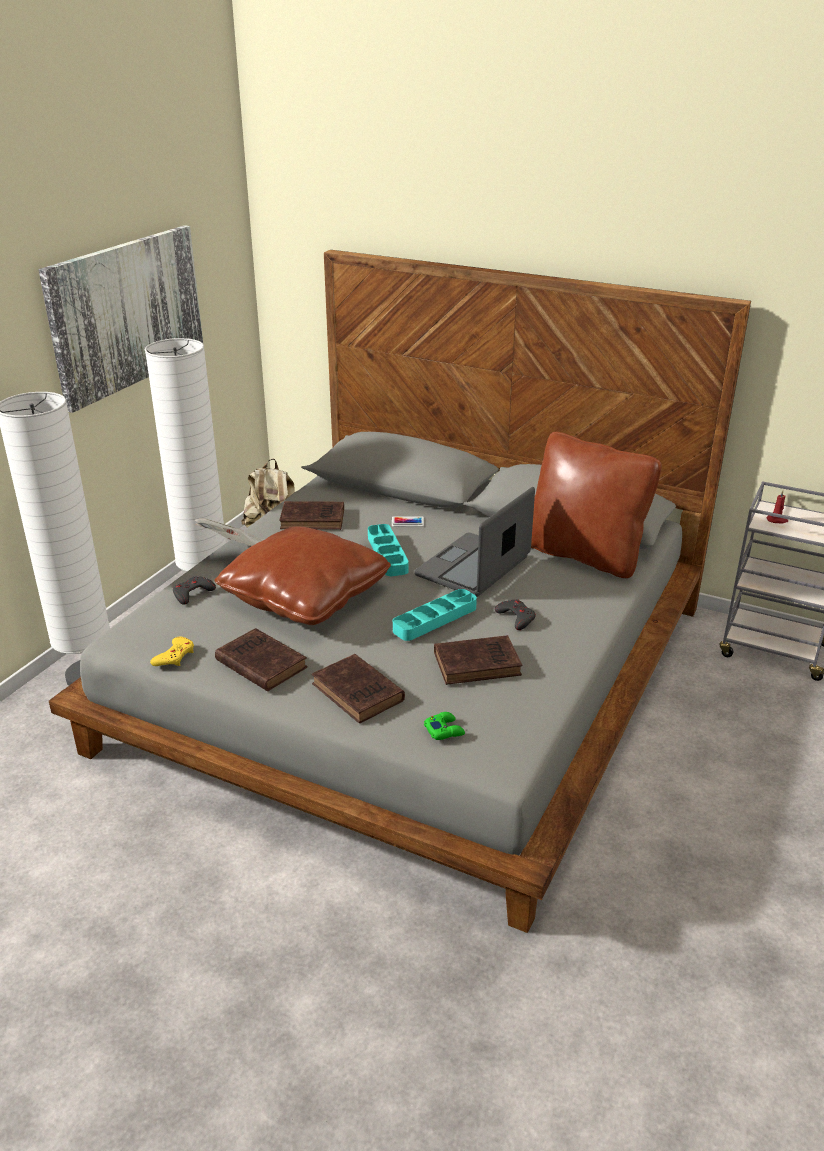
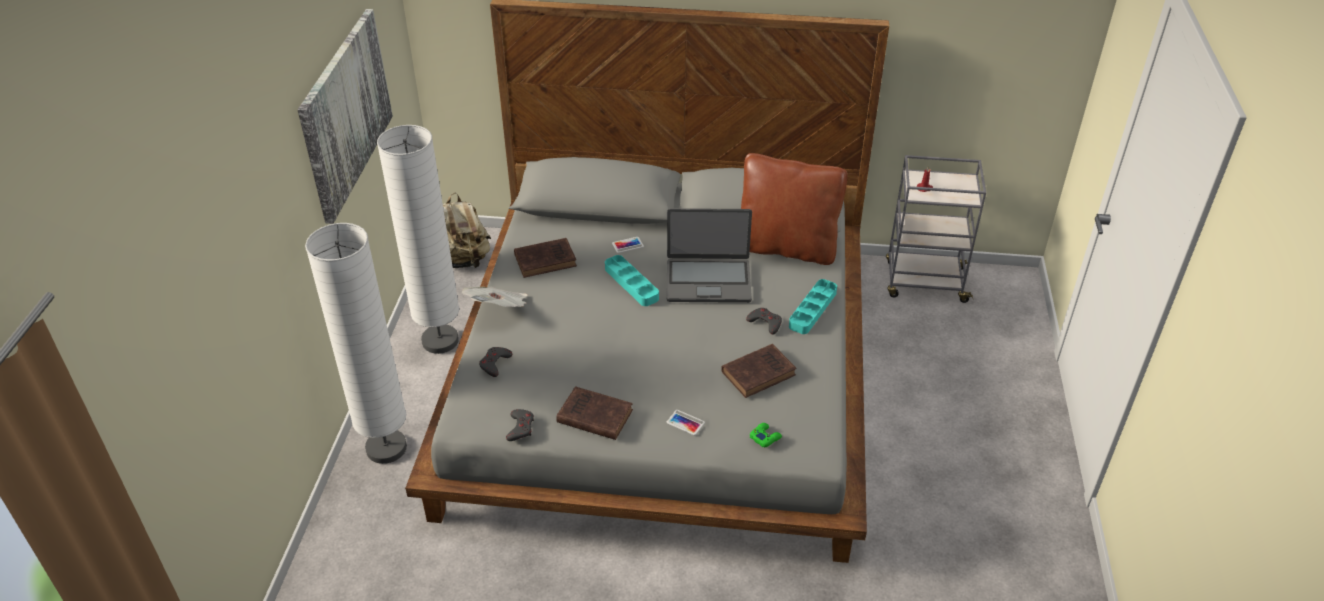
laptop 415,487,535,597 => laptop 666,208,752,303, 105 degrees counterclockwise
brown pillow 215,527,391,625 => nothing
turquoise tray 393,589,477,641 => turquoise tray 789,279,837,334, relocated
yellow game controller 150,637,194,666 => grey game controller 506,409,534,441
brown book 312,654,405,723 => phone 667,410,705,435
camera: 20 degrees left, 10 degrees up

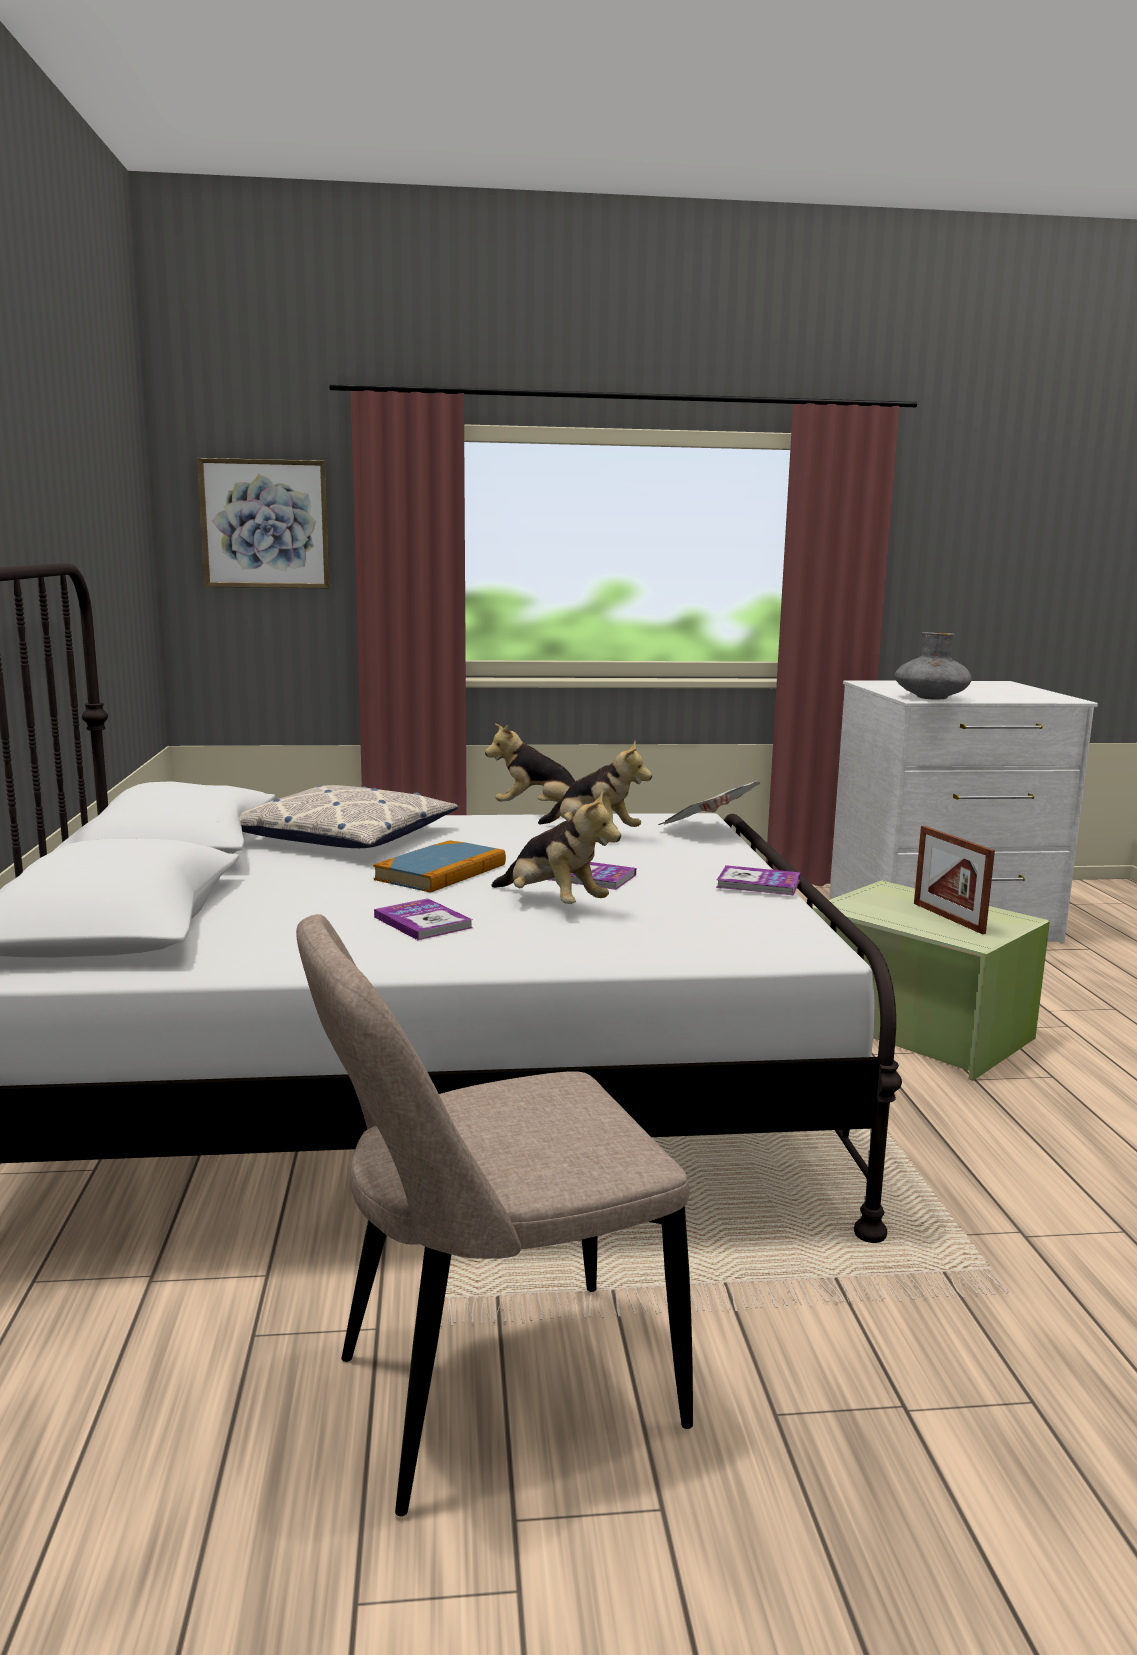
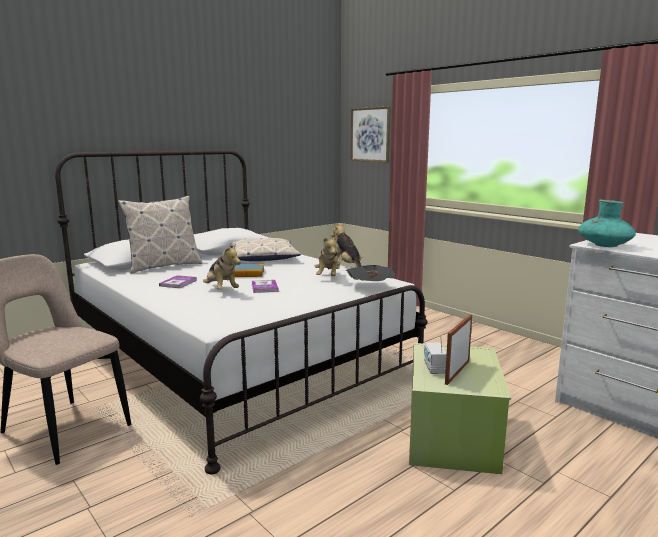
grey vase 895,632,972,699 => turquoise vase 578,200,636,247
plush toy 491,790,621,904 => plush toy 203,244,241,290, 45 degrees counterclockwise
book 716,865,800,895 => nothing
nothing => pillow 118,196,202,274
nothing => radio 424,335,447,374
camera: 55 degrees right, 0 degrees up

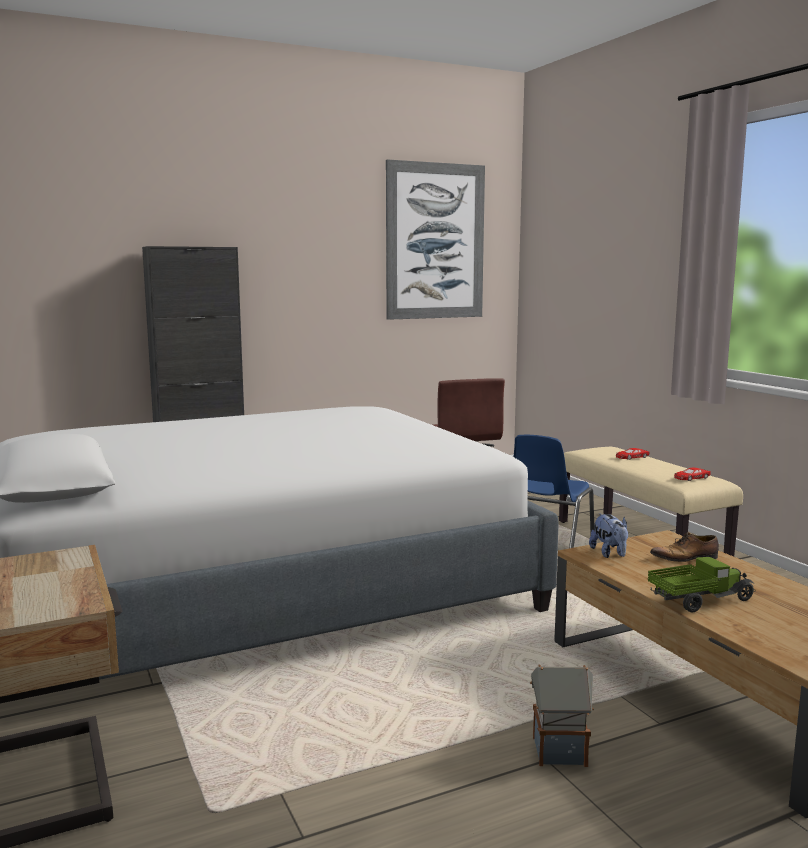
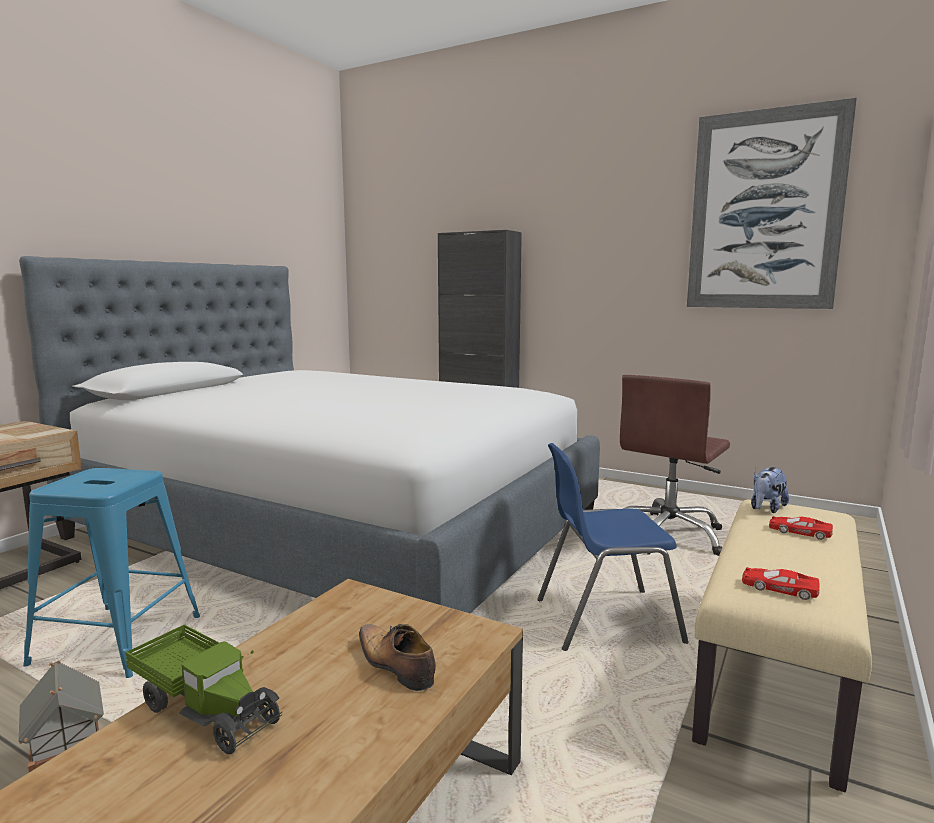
plush toy 589,513,628,558 => plush toy 751,467,789,513, relocated
nothing => blue stool 23,468,200,678
camera: 55 degrees right, 0 degrees up

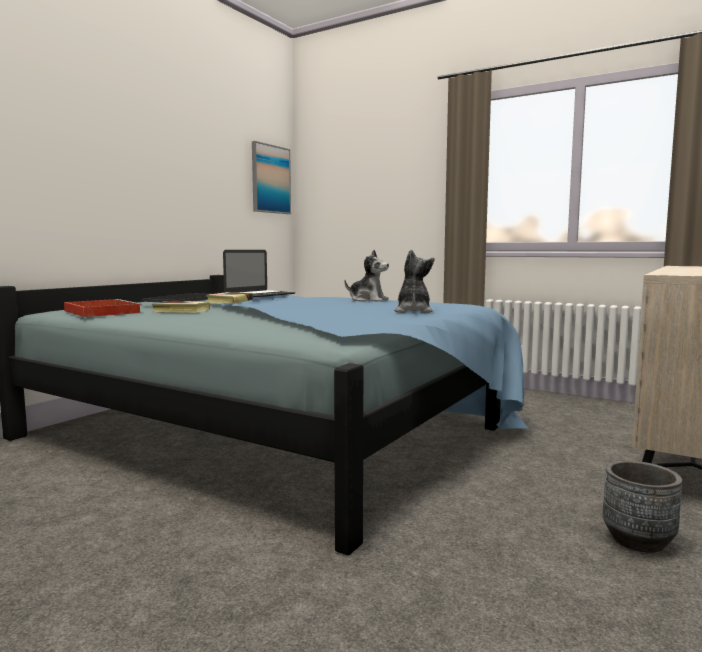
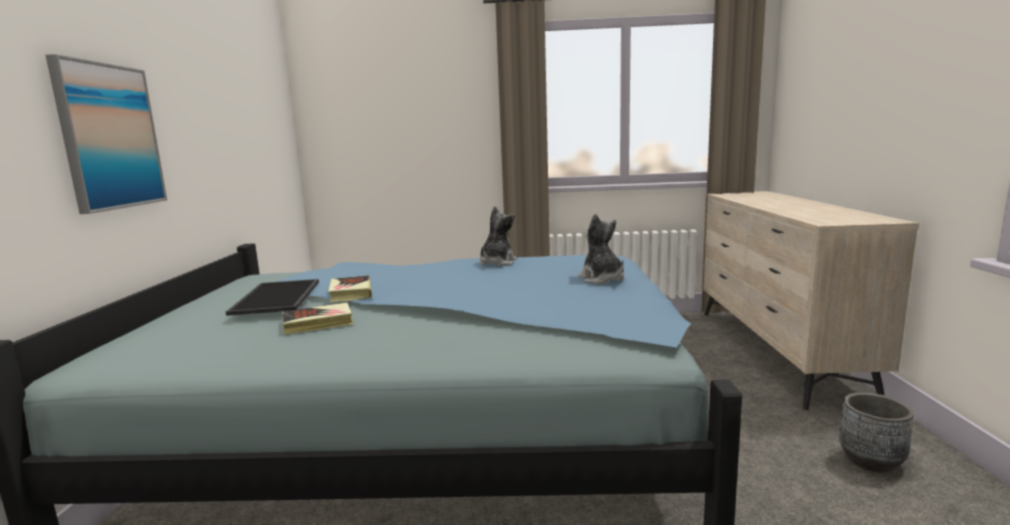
picture 252,141,291,214 => picture 46,54,167,214, relocated
laptop 223,250,296,297 => nothing
plush toy 344,250,389,302 => plush toy 479,206,517,266, 60 degrees counterclockwise
red tray 64,299,142,317 => nothing
camera: 30 degrees left, 5 degrees up

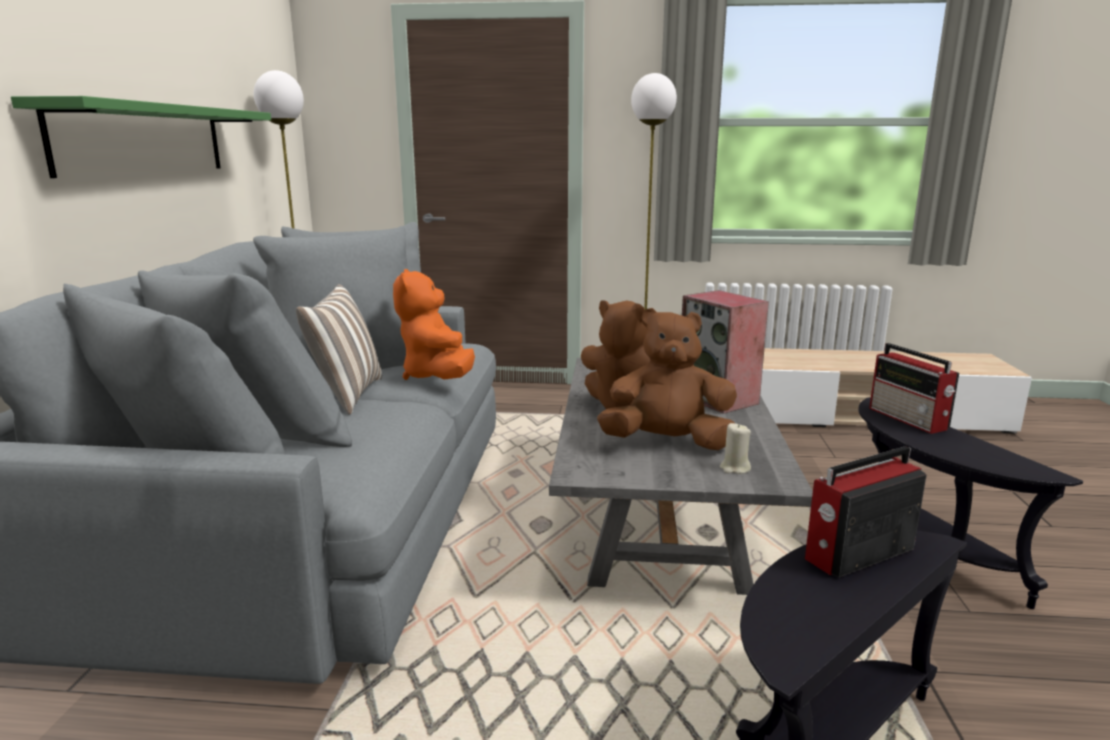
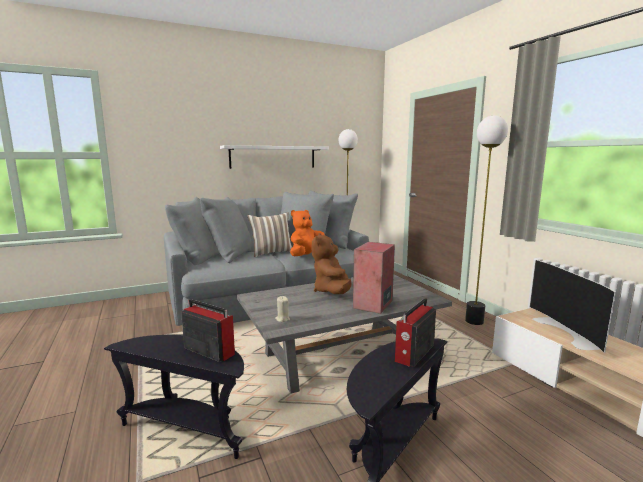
green shelf 11,96,271,178 => white shelf 220,145,329,169
brown plush toy 597,308,737,450 => nothing
nothing => television 529,260,616,353
camera: 60 degrees right, 5 degrees down

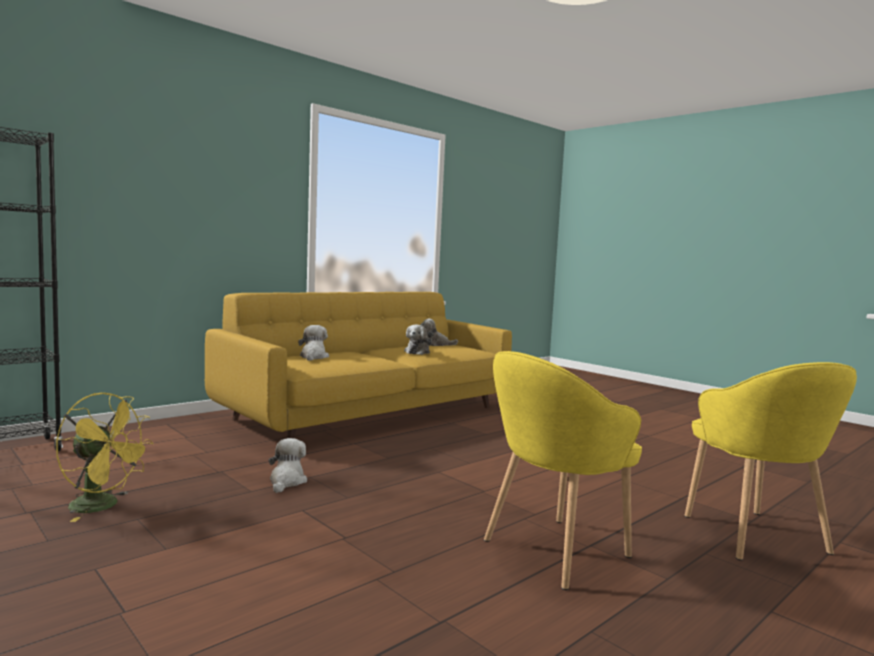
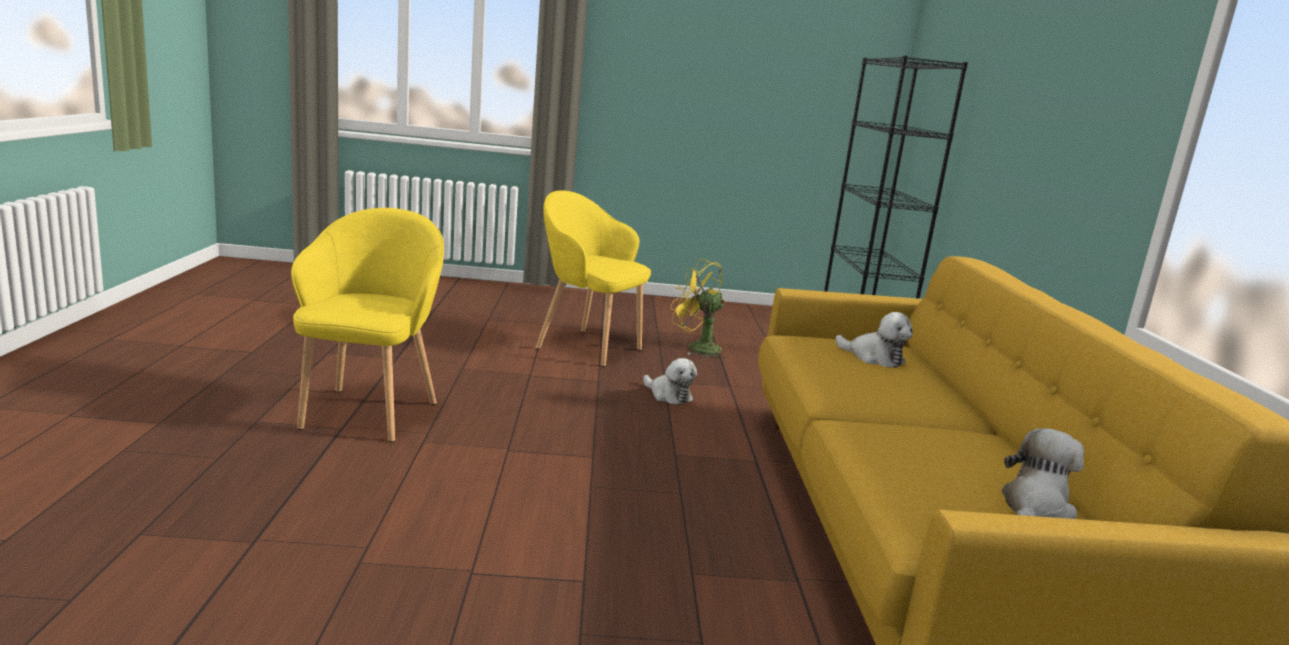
plush toy 404,324,432,355 => nothing
yellow armchair 685,362,857,561 => yellow armchair 535,191,651,367, relocated
yellow fan 56,393,153,522 => yellow fan 671,259,726,358, 60 degrees clockwise
camera: 130 degrees right, 10 degrees up

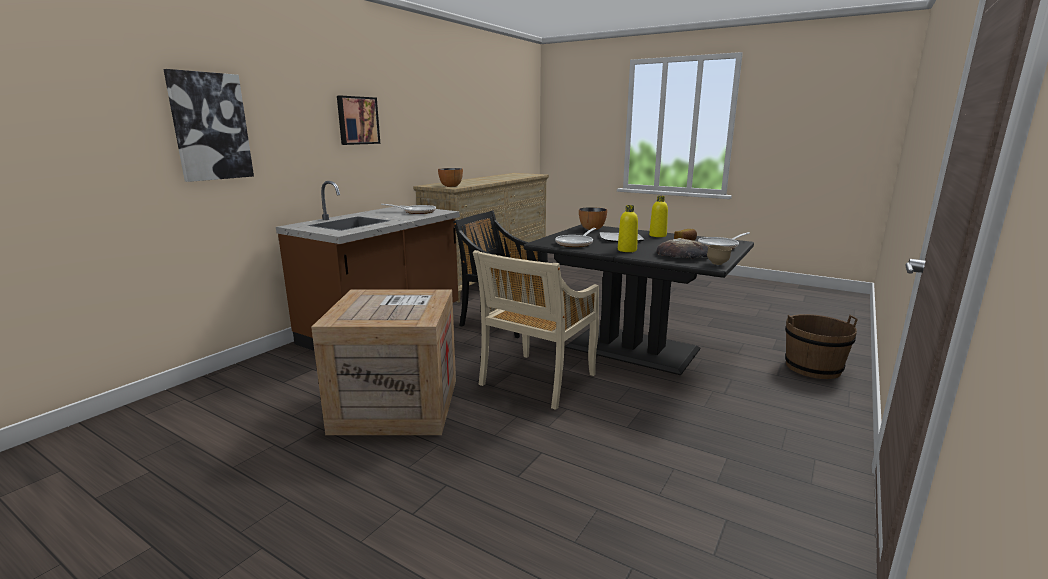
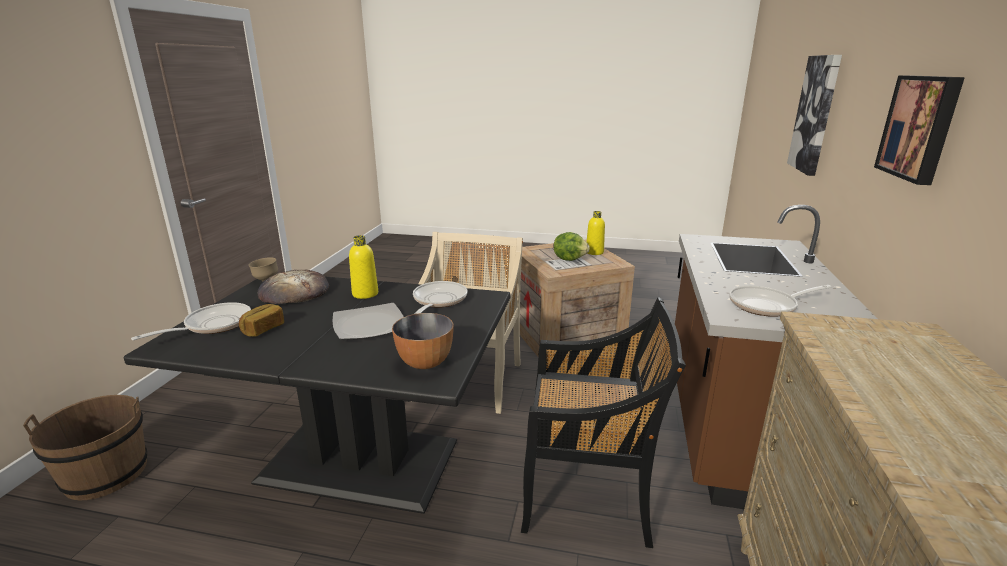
bowl 438,168,463,187 => nothing
yellow bottle 649,196,668,237 => yellow bottle 587,211,605,255, relocated
nothing => lettuce 554,232,590,261
camera: 160 degrees right, 5 degrees up

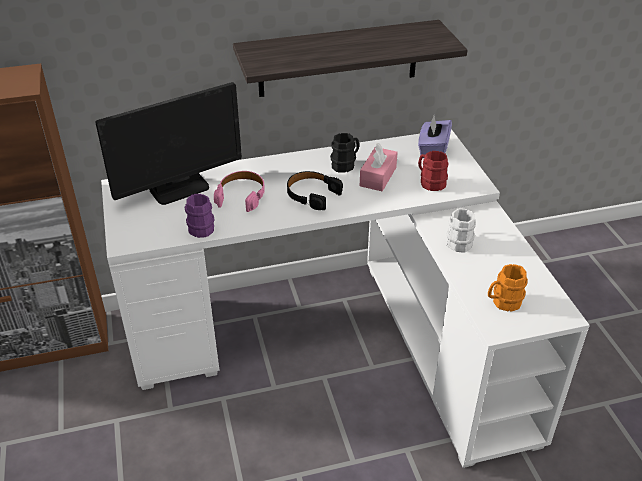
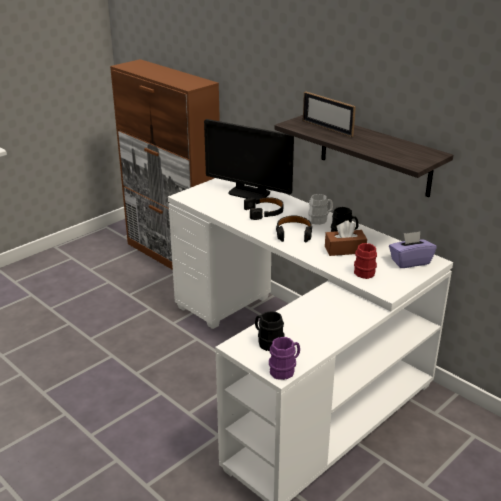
pink tissue box 360,143,398,191 => brown tissue box 325,221,367,256
pink headphones 214,171,265,212 => black headphones 244,197,283,220
purple mug 185,194,215,238 => purple mug 269,337,300,380, relocated
white mug 446,208,476,253 => white mug 308,194,333,225, relocated
orange mug 488,264,528,311 => black mug 255,311,285,351
nothing => picture frame 303,91,356,137
camera: 60 degrees right, 10 degrees down

